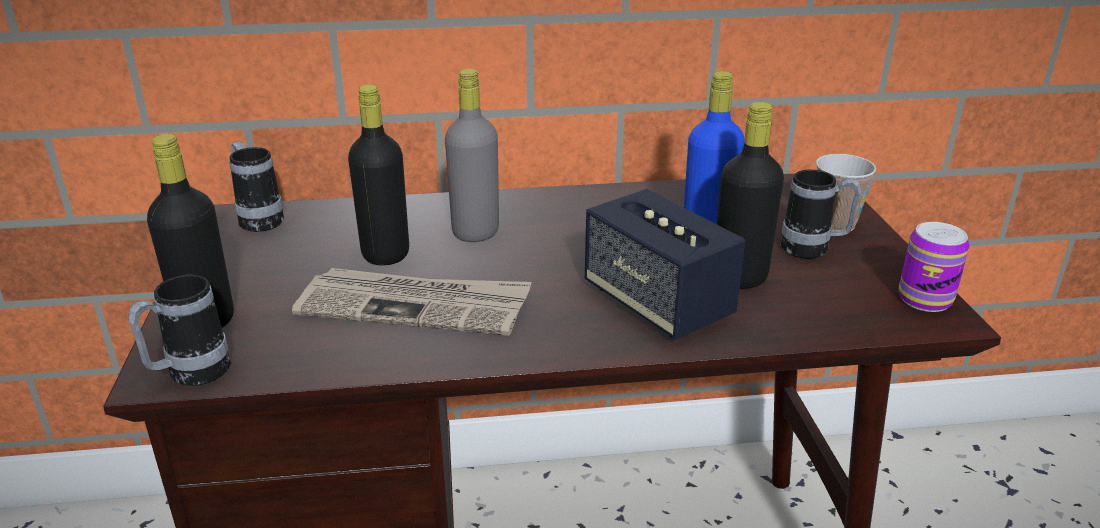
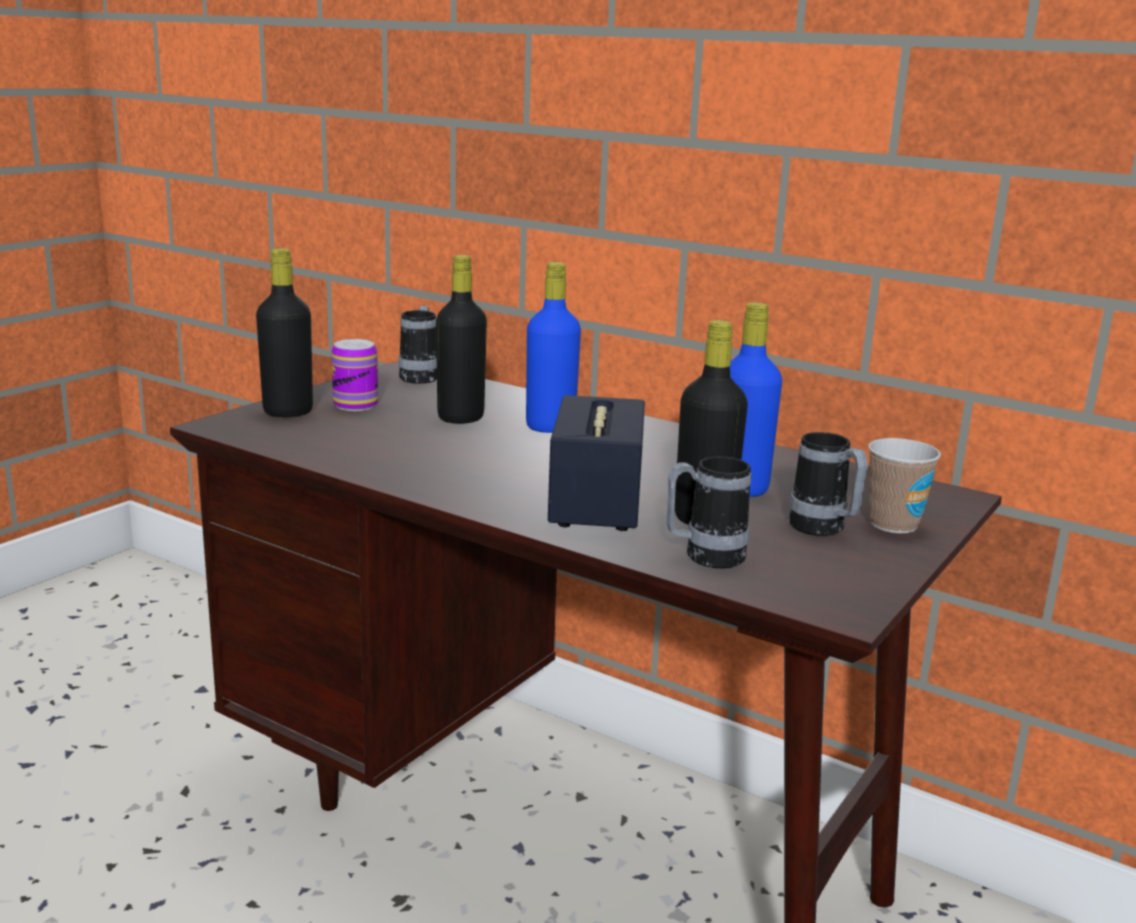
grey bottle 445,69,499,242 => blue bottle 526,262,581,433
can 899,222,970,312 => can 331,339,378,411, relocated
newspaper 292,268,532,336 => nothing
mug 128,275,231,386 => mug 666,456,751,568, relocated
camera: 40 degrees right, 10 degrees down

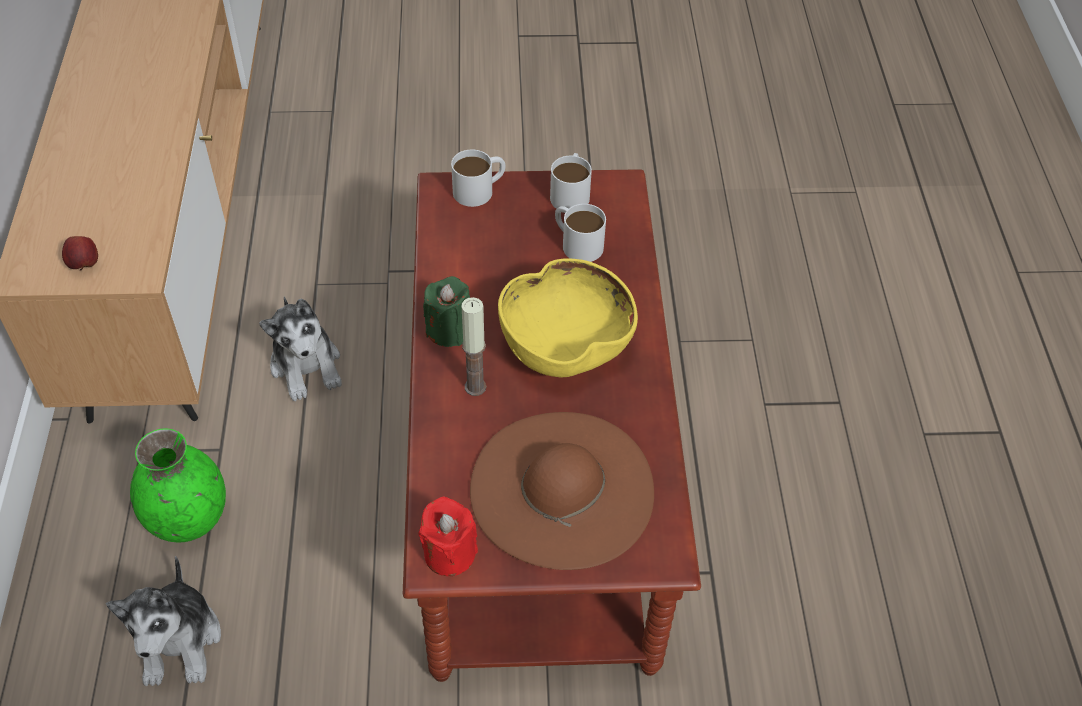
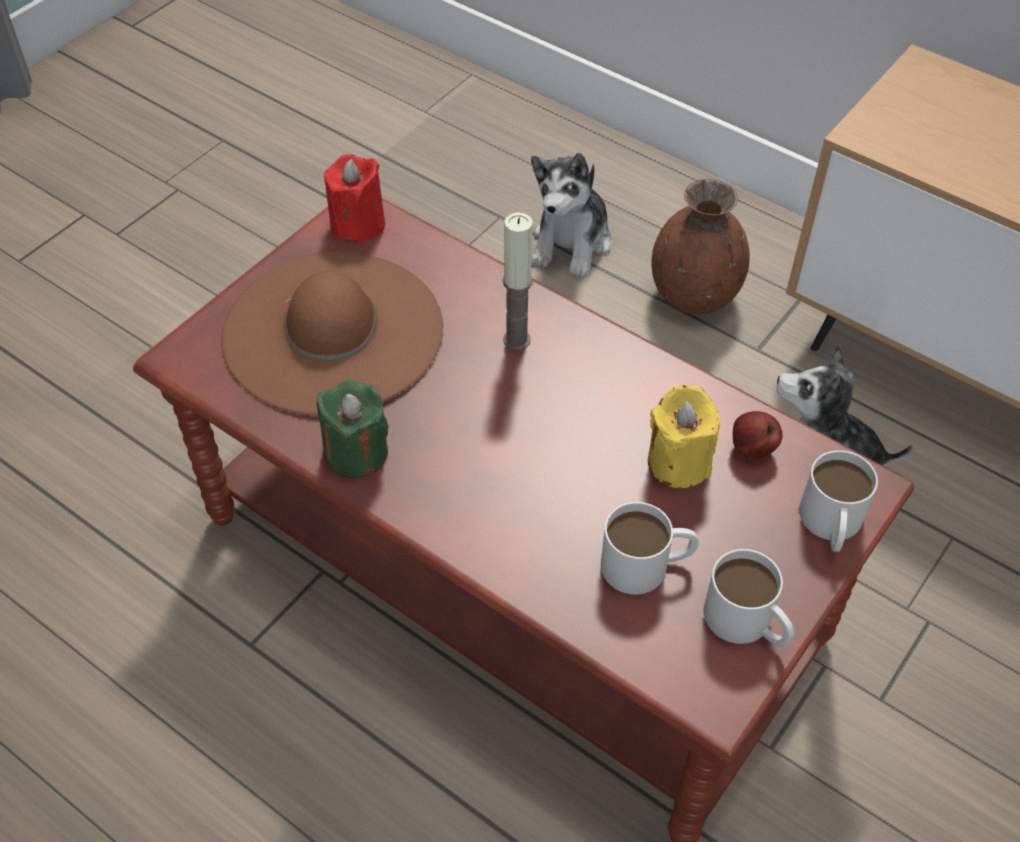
apple 62,236,98,270 => apple 733,411,783,459, relocated
yellow bowl 498,258,638,378 => nothing
green candle 423,276,470,347 => green candle 317,380,389,478, relocated
green vase 130,428,226,543 => brown vase 651,179,750,314
plush toy 106,556,221,686 => plush toy 531,153,612,277, 105 degrees counterclockwise
nothing => yellow candle 648,385,720,488
camera: 130 degrees right, 0 degrees up

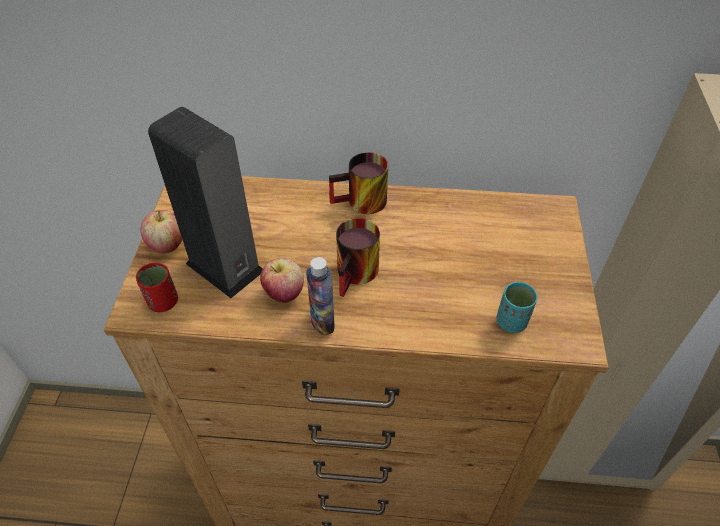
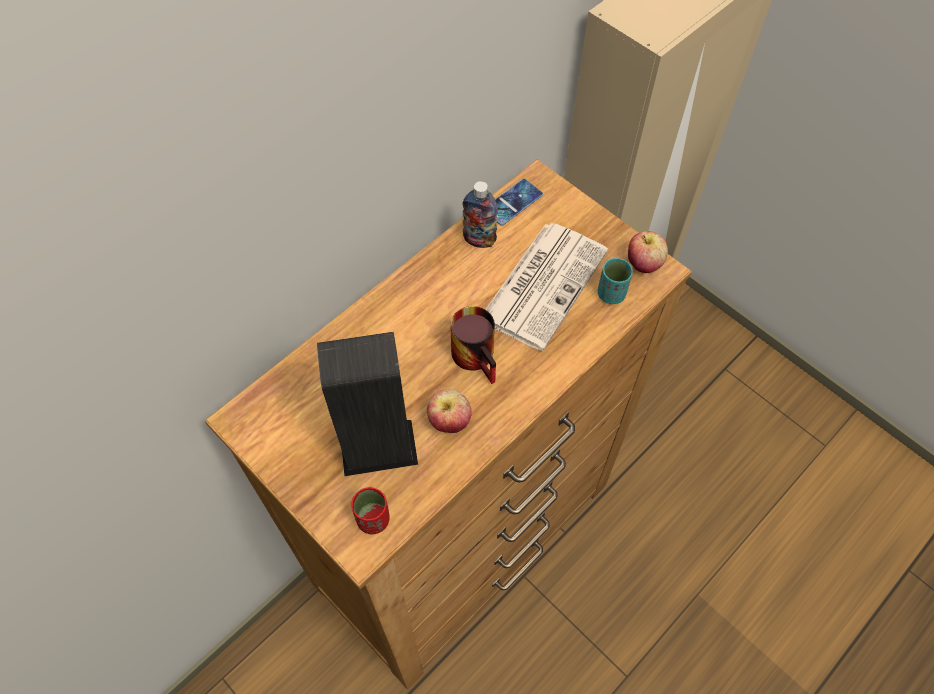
mug 329,152,388,214 => nothing
apple 141,210,182,254 => apple 628,231,668,273, relocated
bottle 306,257,335,336 => bottle 462,181,498,248, relocated
nothing => phone 495,179,543,226
nothing => newspaper 485,223,608,351
camera: 50 degrees left, 10 degrees up

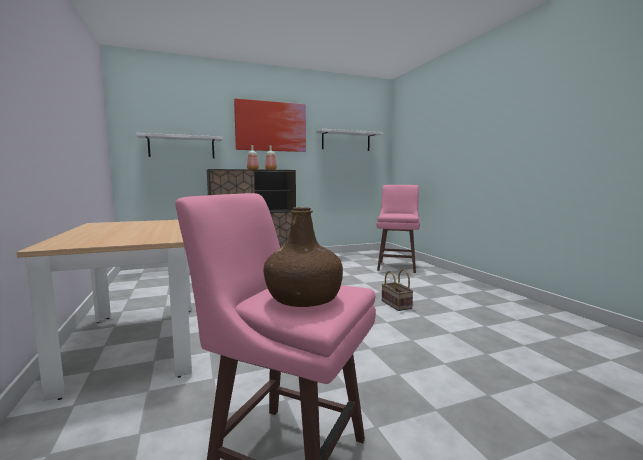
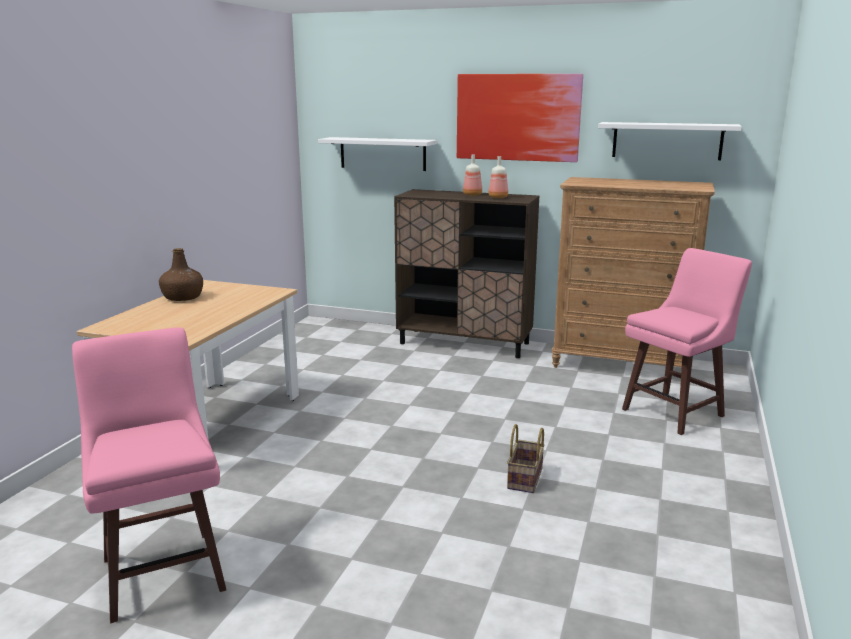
brown bottle 263,207,343,307 => brown bottle 159,248,203,301, relocated
nothing => brown dresser 552,177,715,368
camera: 40 degrees right, 10 degrees up

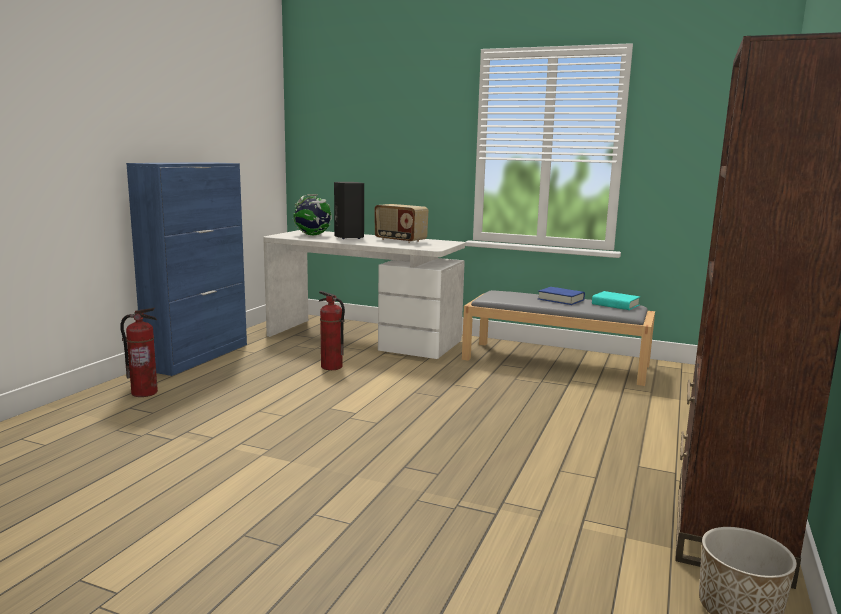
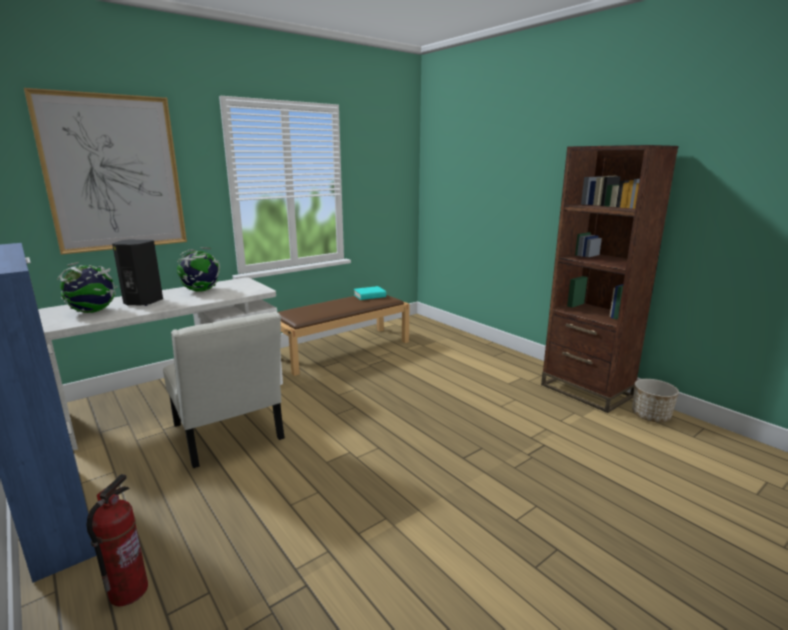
radio 374,204,428,243 => globe 177,247,220,292
blue book 538,287,585,305 => nothing
grey bench 462,290,655,386 => brown bench 278,295,409,376
fire extinguisher 319,291,345,370 => white chair 163,311,285,468
nothing => picture 24,88,187,255
camera: 60 degrees left, 5 degrees up

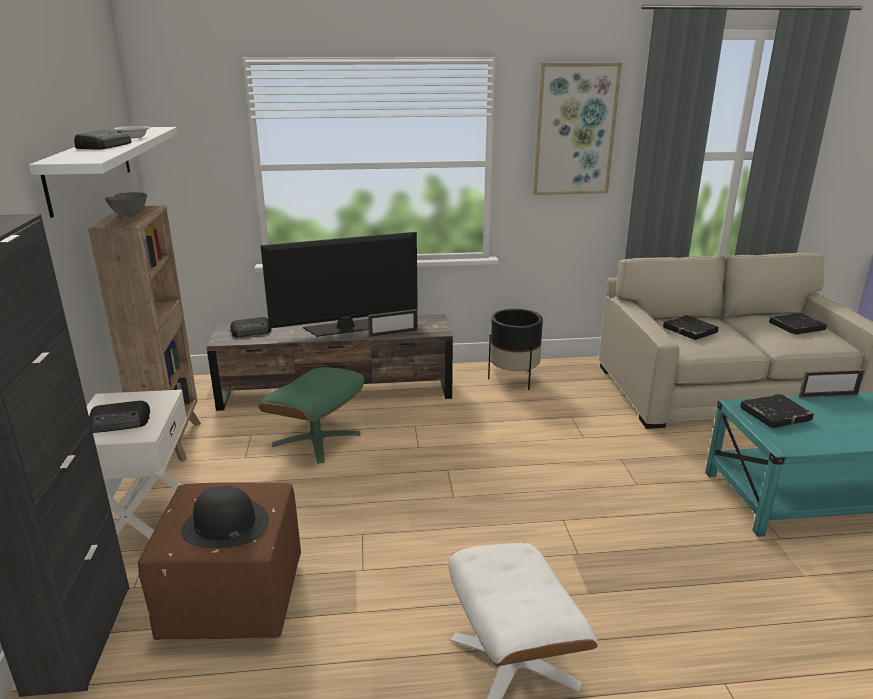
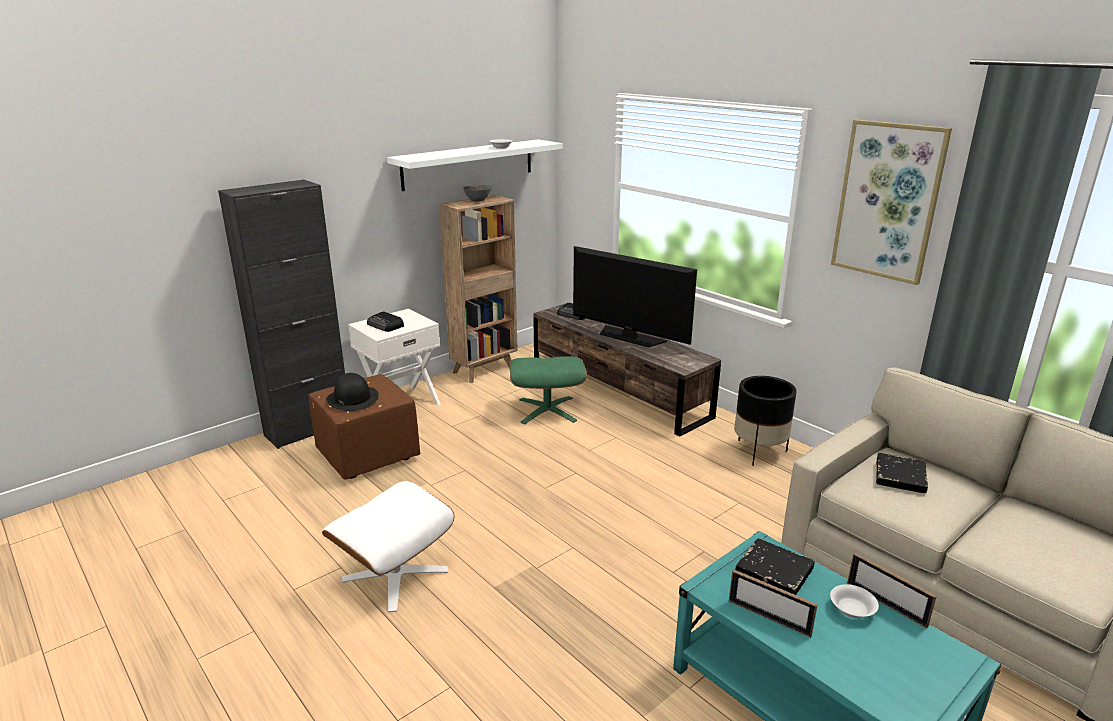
radio 74,130,132,150 => nothing
picture frame 368,309,418,338 => picture frame 729,570,818,638, relocated
black book 769,313,827,335 => nothing
nothing => white bowl 830,584,879,618
camera: 55 degrees right, 0 degrees up

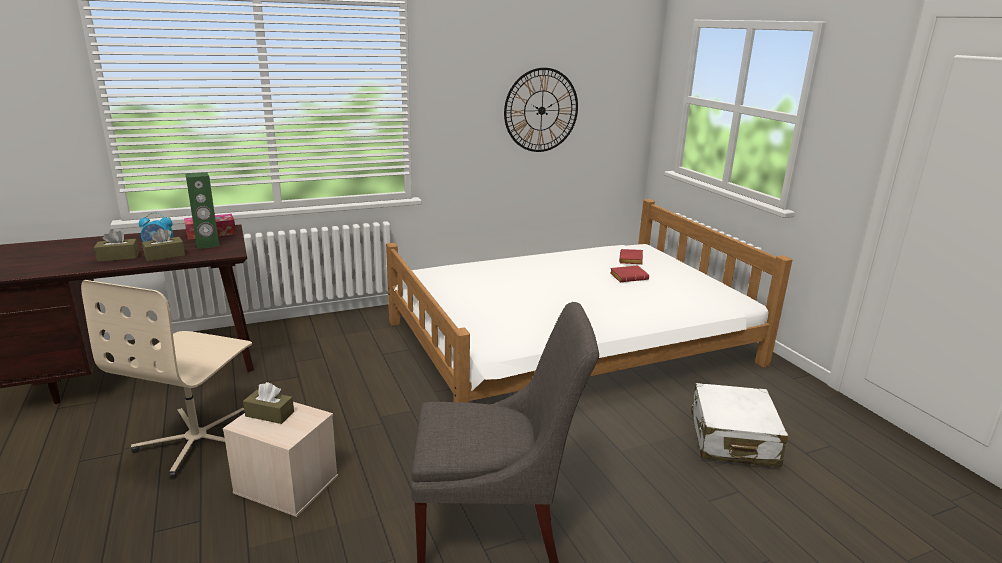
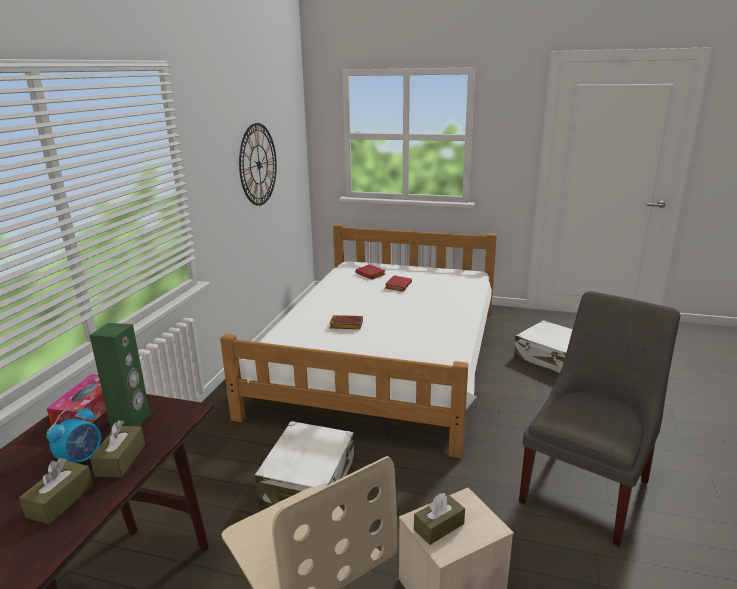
nothing => brown book 329,315,363,329
nothing => white suitcase 255,421,355,505
camera: 50 degrees left, 0 degrees up

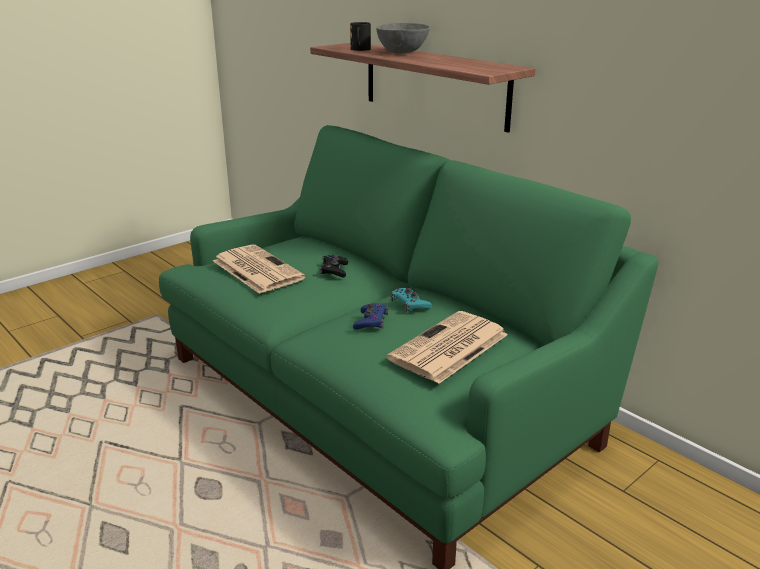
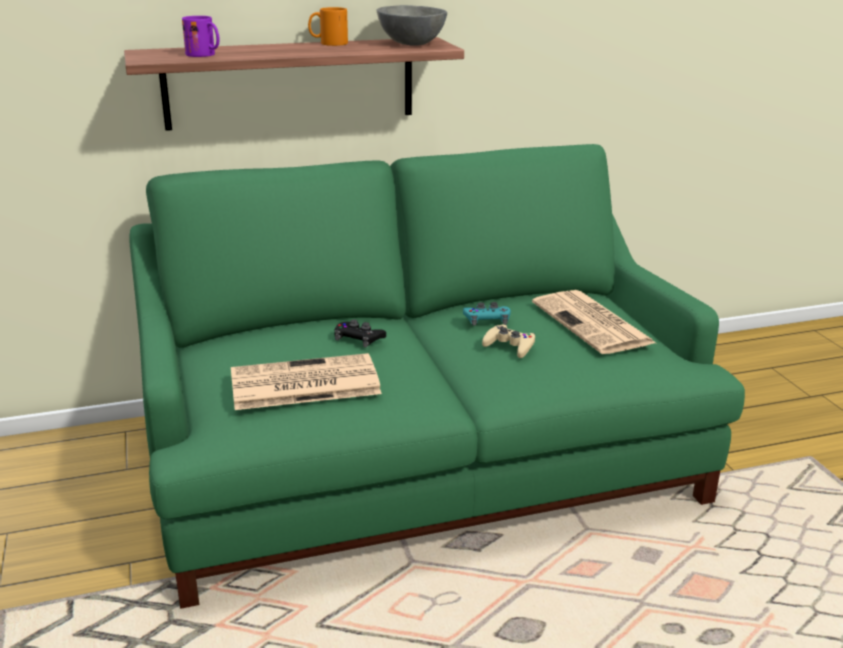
black mug 350,22,371,51 => purple mug 182,16,219,57
grey bowl 376,23,430,54 => grey bowl 376,5,447,46, relocated
blue game controller 353,303,389,330 => beige game controller 482,324,535,358
nothing => orange mug 308,7,348,46
camera: 65 degrees left, 0 degrees up

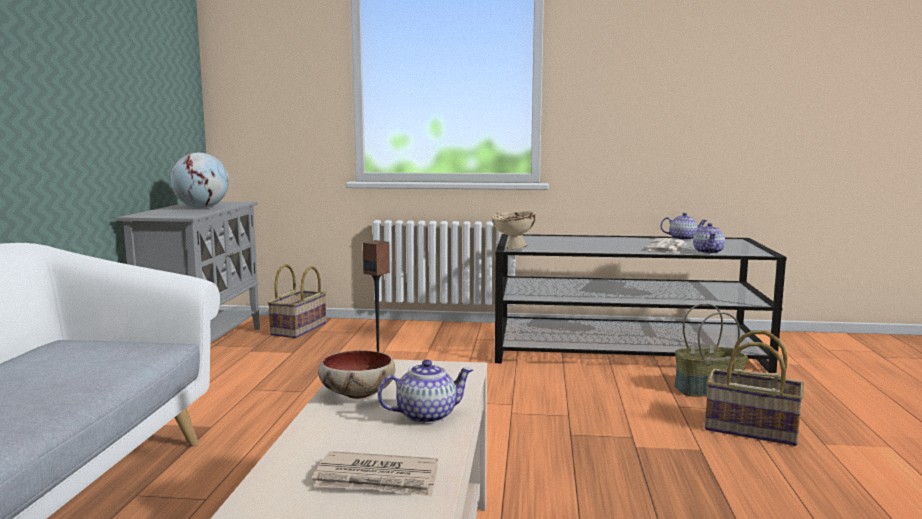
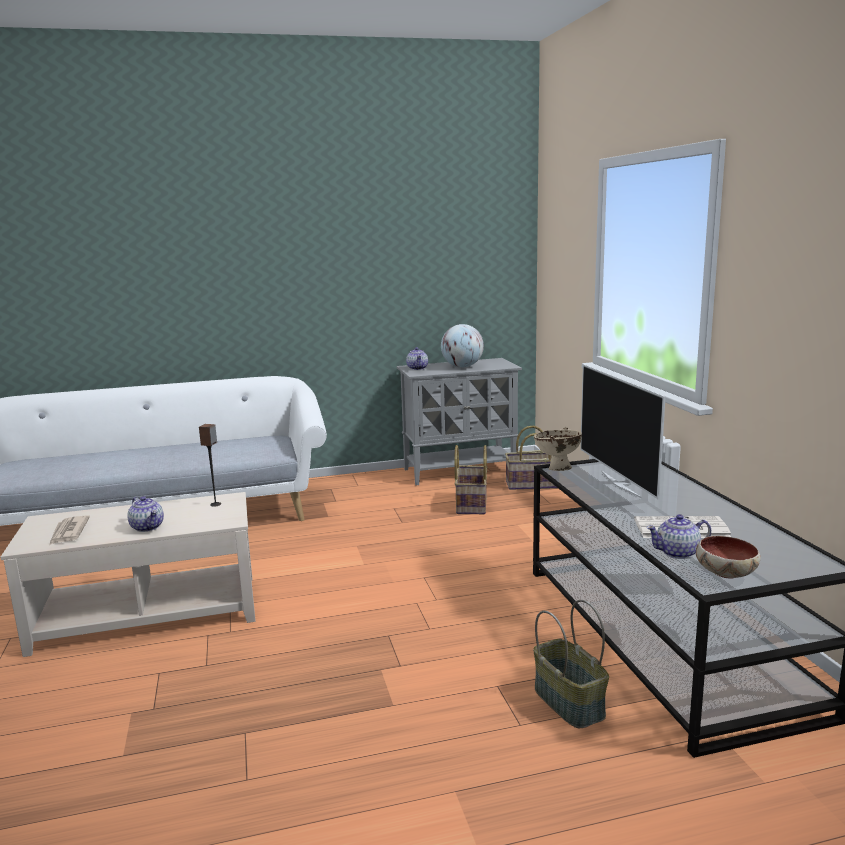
teapot 660,213,708,240 => teapot 406,347,428,370, relocated
basket 705,330,804,446 => basket 454,445,487,514, relocated
bowl 319,350,395,399 => bowl 696,536,760,579, relocated
nothing => television 580,364,666,500
camera: 70 degrees right, 5 degrees up

